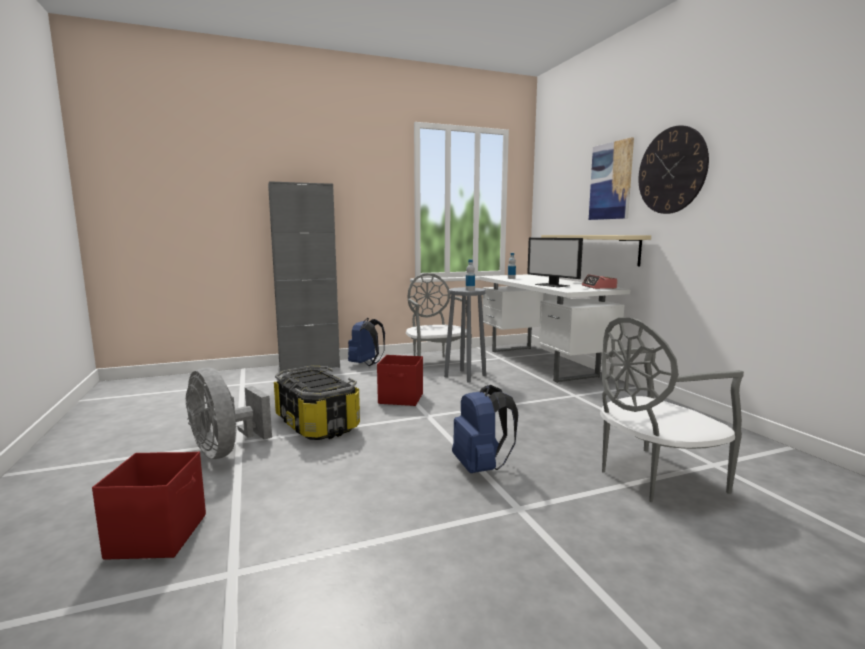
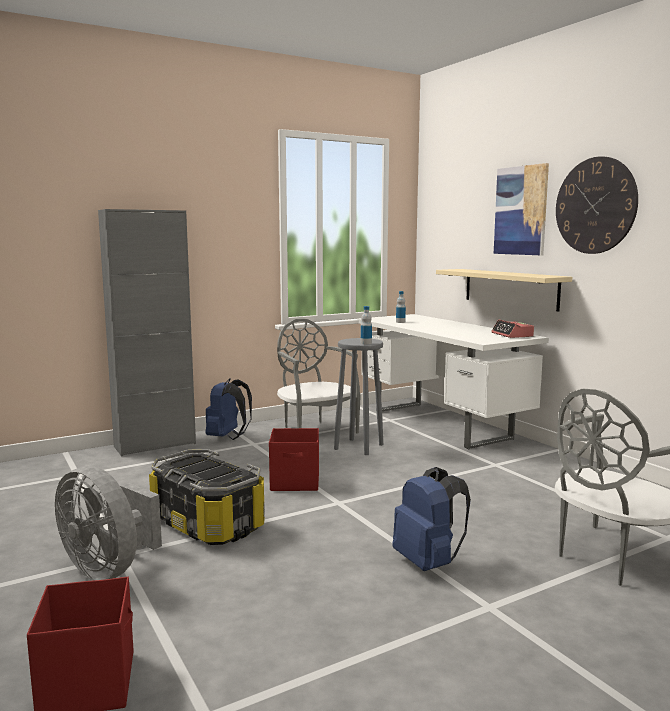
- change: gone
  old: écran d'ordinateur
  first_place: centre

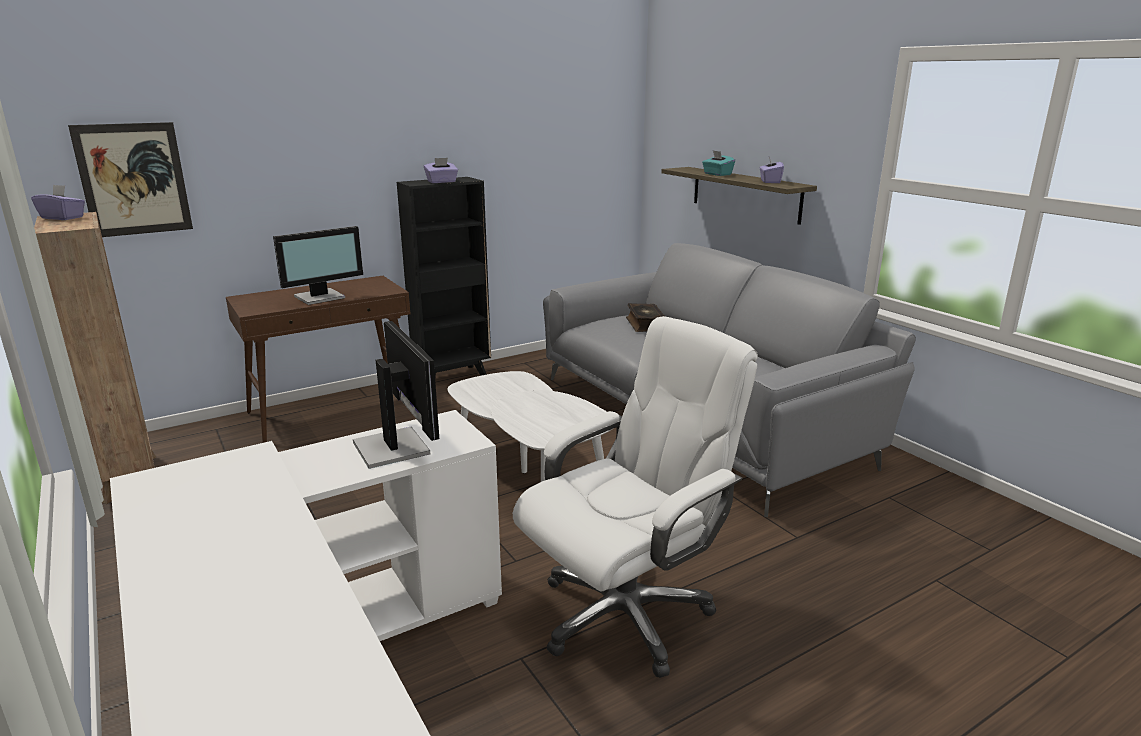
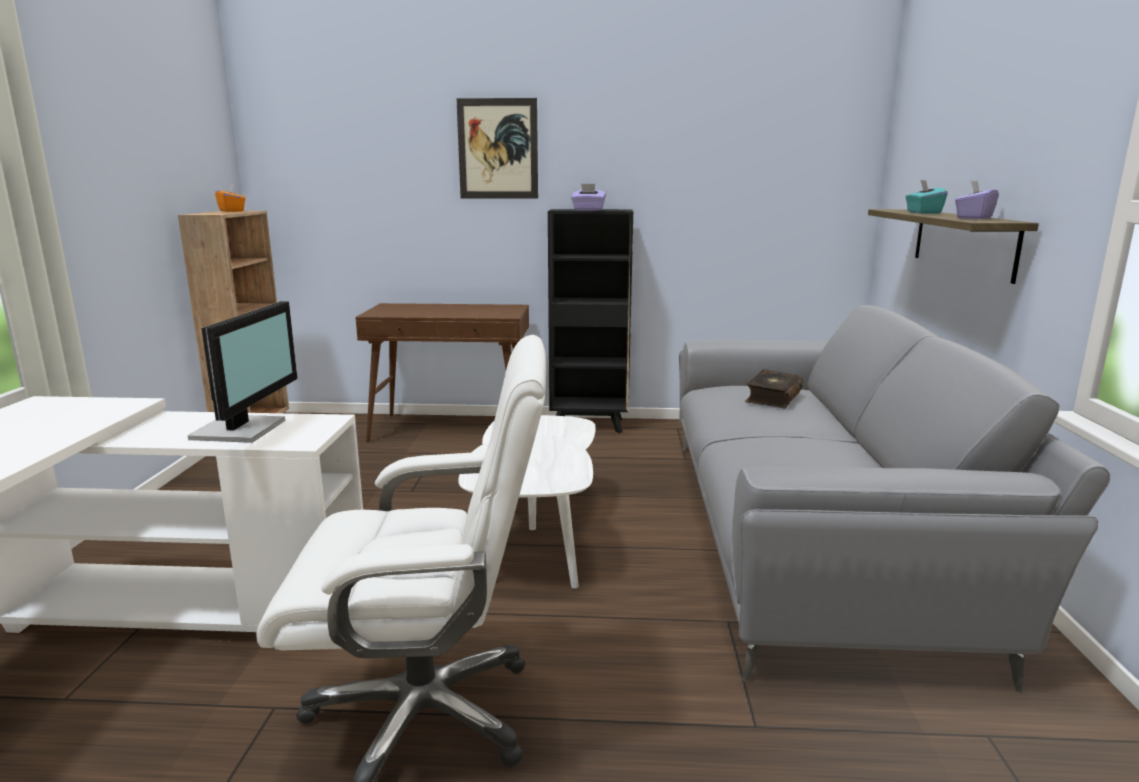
- change: shifted
  old: tableau
  first_place: top left
  second_place: top centre
- change: repainted
  old: boîte à mouchoirs (violet) (no. 1 from left)
  new: boîte à mouchoirs (orange)
  first_place: top left
  second_place: top left
- change: gone
  old: écran d'ordinateur (no. 1 from left)
  first_place: middle left

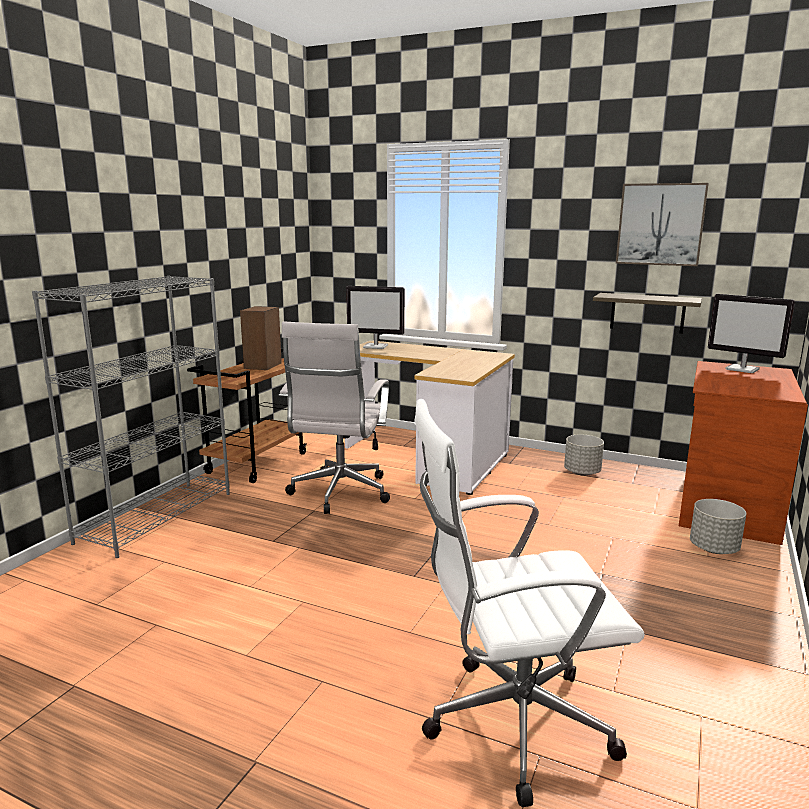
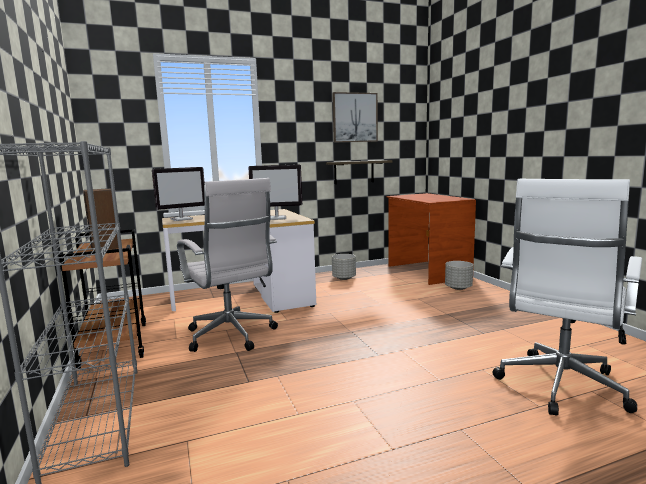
- change: shifted
  old: écran d'ordinateur (no. 2 from left)
  first_place: middle right
  second_place: centre

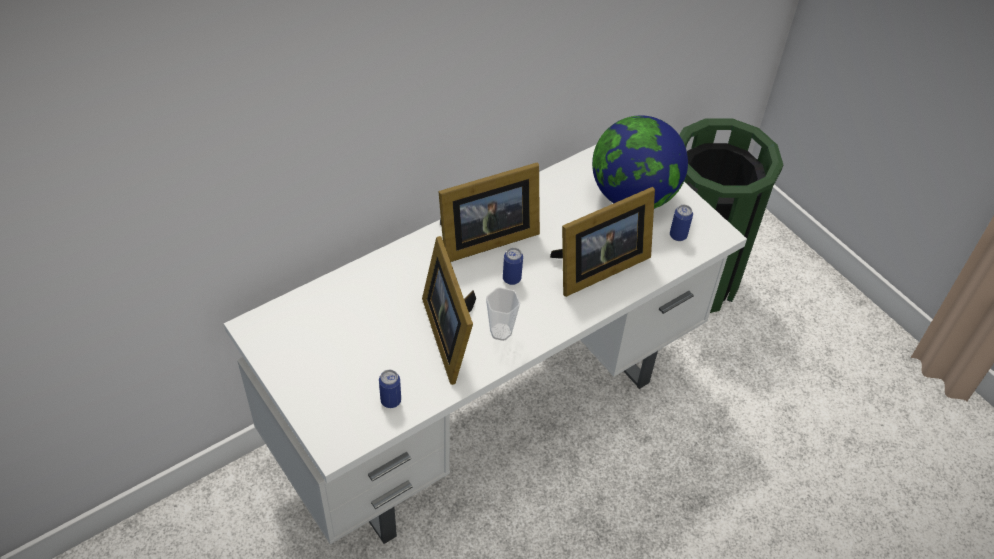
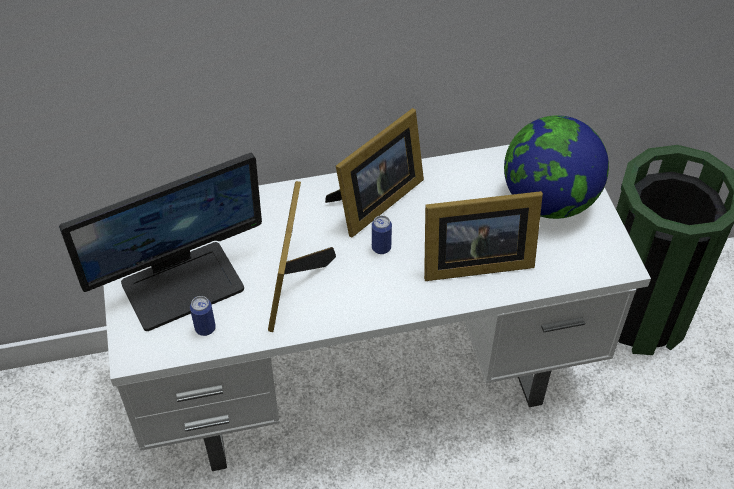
- change: rotated
  old: cadre photo (no. 2 from left)
  first_place: centre
  second_place: centre
  degrees: -45
- change: gone
  old: boîte métallique (no. 3 from left)
  first_place: middle right
- change: gone
  old: tasse
  first_place: centre
- change: new
  new: écran d'ordinateur
  second_place: middle left

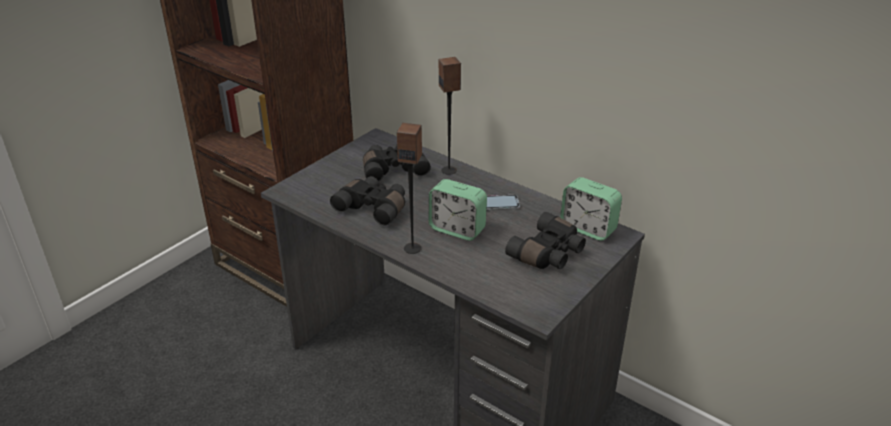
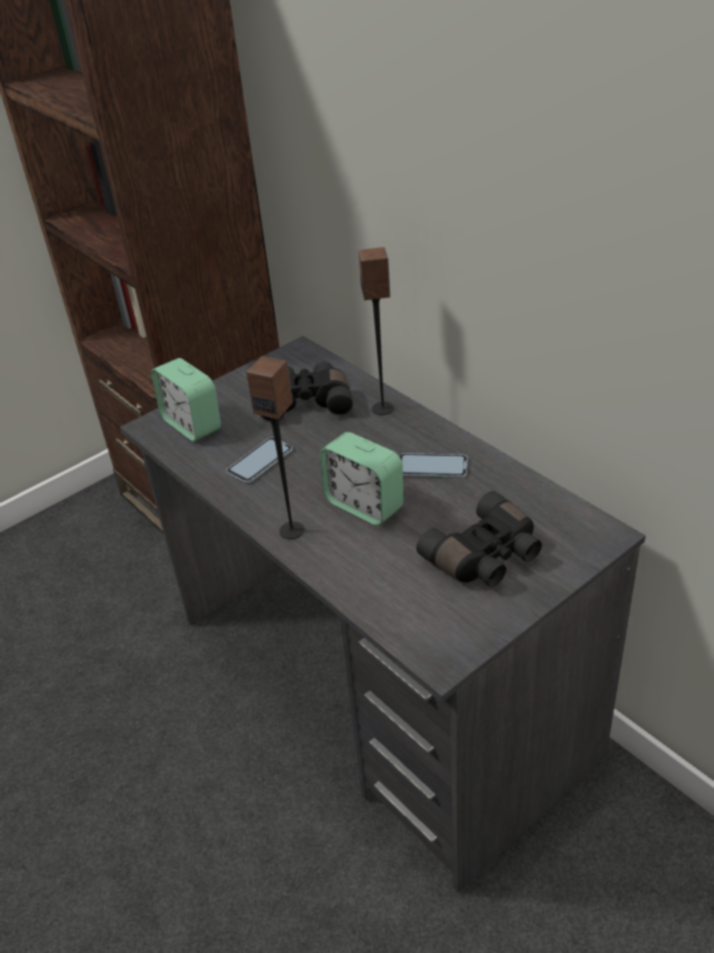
- change: swapped
  old: jumelles (noir) (no. 1 from left)
  new: téléphone (no. 1 from left)
  first_place: centre
  second_place: centre
- change: shifted
  old: réveil (no. 2 from left in the first image)
  new: réveil (no. 1 from left)
  first_place: centre
  second_place: middle left

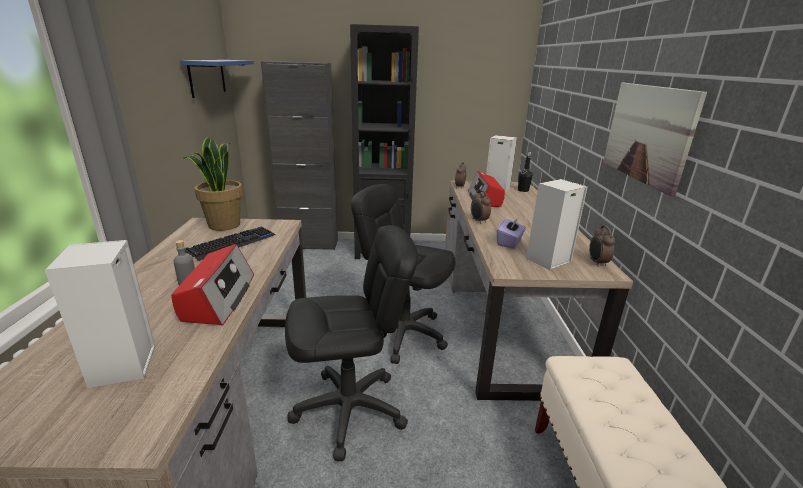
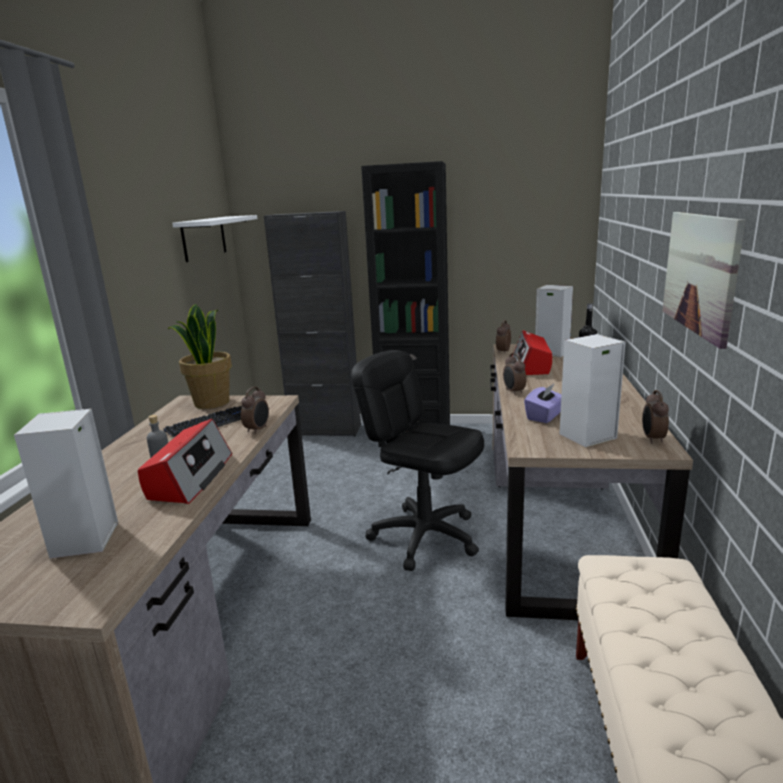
- change: repainted
  old: étagère (bleu)
  new: étagère (blanc)
  first_place: top left
  second_place: top left
- change: gone
  old: chaise de bureau (noir) (no. 1 from left)
  first_place: bottom centre
- change: new
  new: réveil (no. 1 from left)
  second_place: middle left

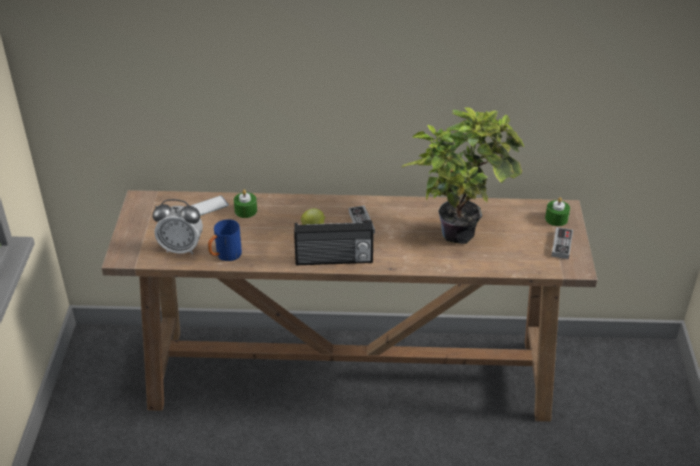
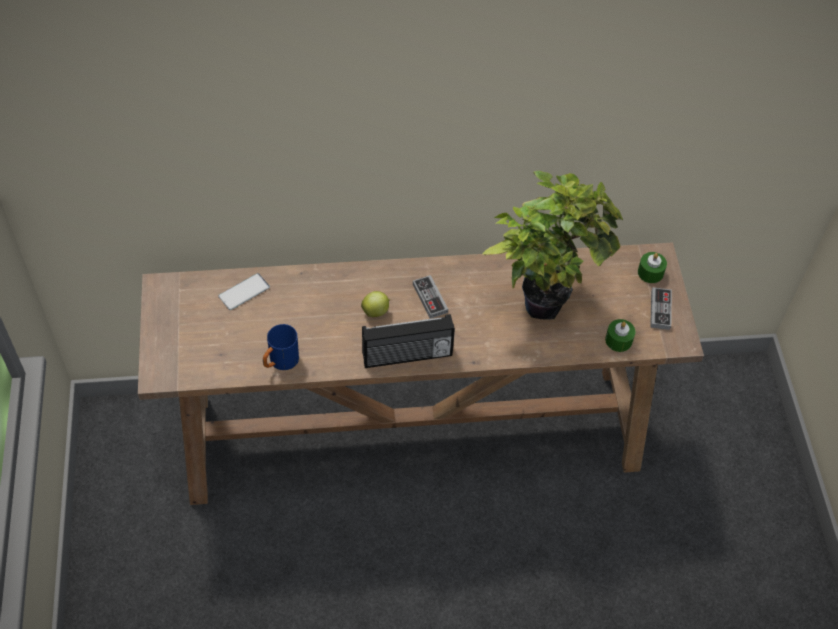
- change: shifted
  old: bougie (vert) (no. 1 from left)
  first_place: centre
  second_place: middle right
- change: gone
  old: réveil
  first_place: middle left

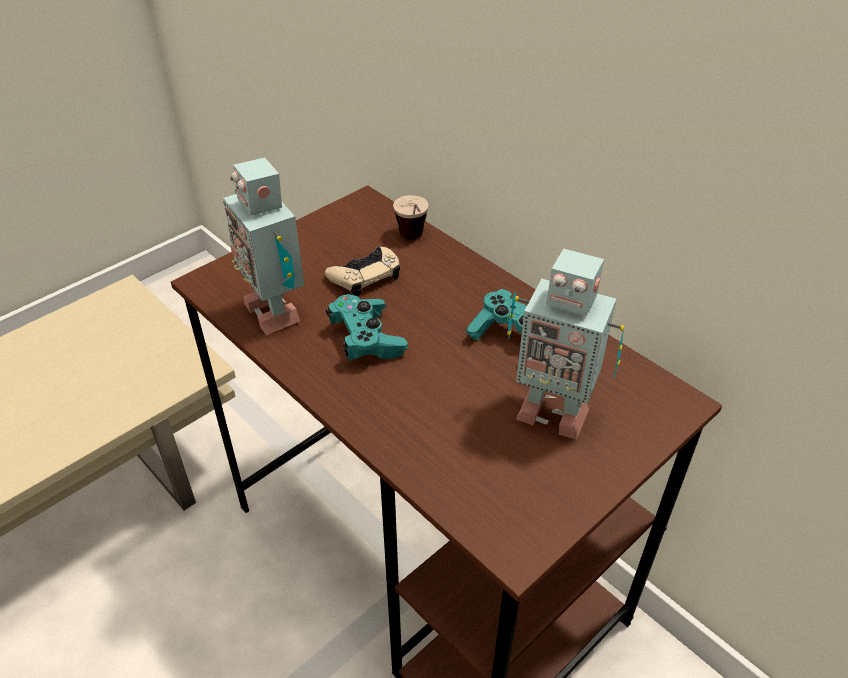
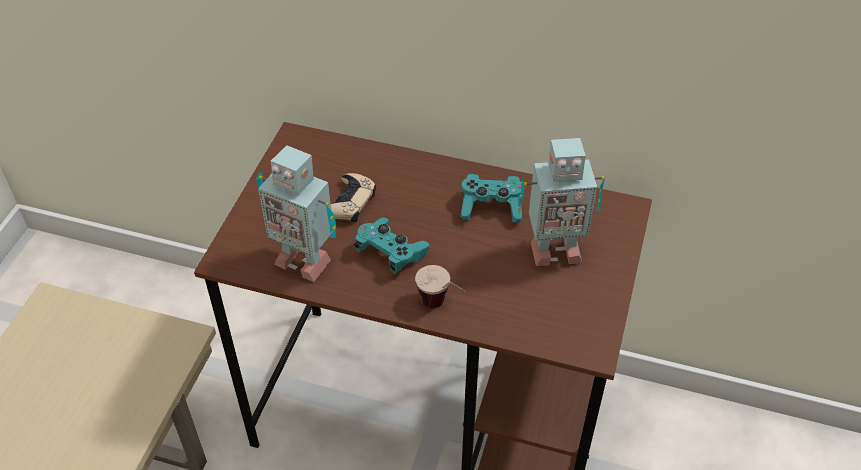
- change: shifted
  old: tasse
  first_place: top centre
  second_place: centre

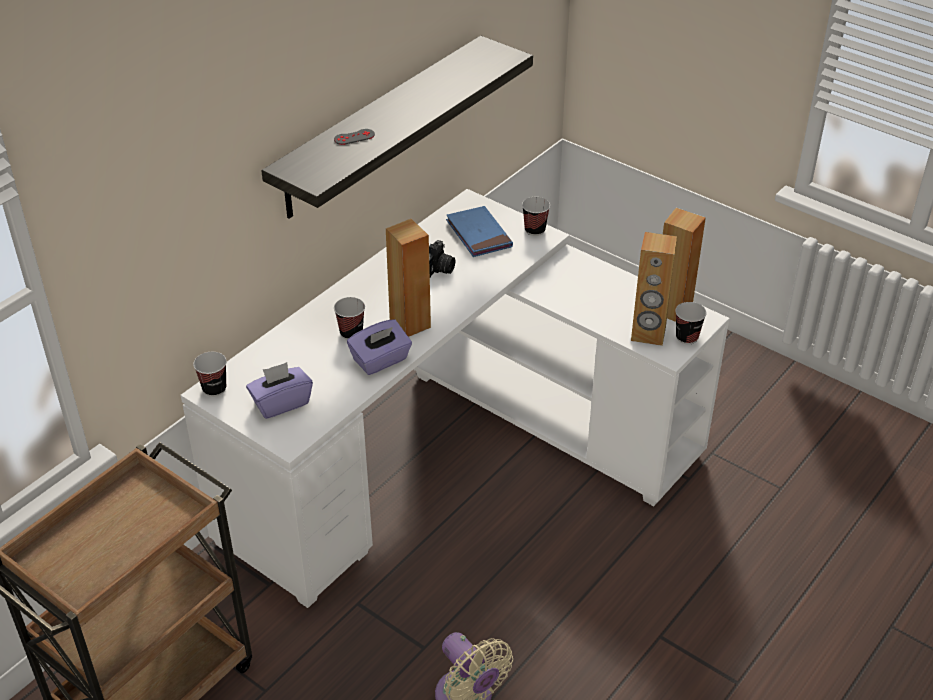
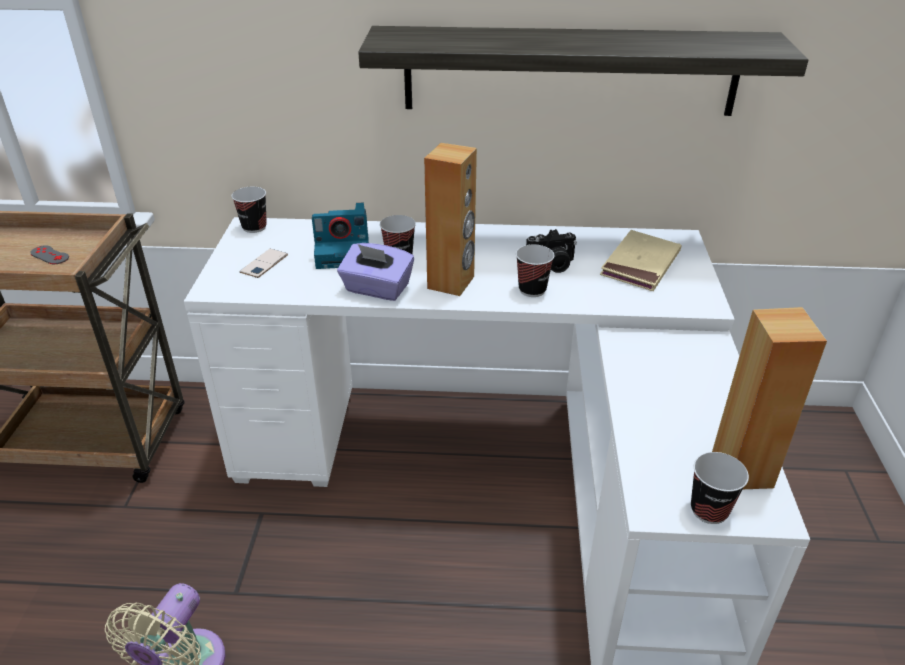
- change: shifted
  old: manette (gris)
  first_place: top centre
  second_place: middle left
- change: shifted
  old: tasse (no. 3 from left)
  first_place: top centre
  second_place: centre
- change: repainted
  old: livre (bleu)
  new: livre (beige)
  first_place: top centre
  second_place: middle right
- change: gone
  old: enceinte (marron) (no. 2 from left)
  first_place: middle right
- change: swapped
  old: boîte à mouchoirs (violet) (no. 1 from left)
  new: téléphone
  first_place: middle left
  second_place: middle left
- change: new
  new: appareil photo (no. 1 from left)
  second_place: centre

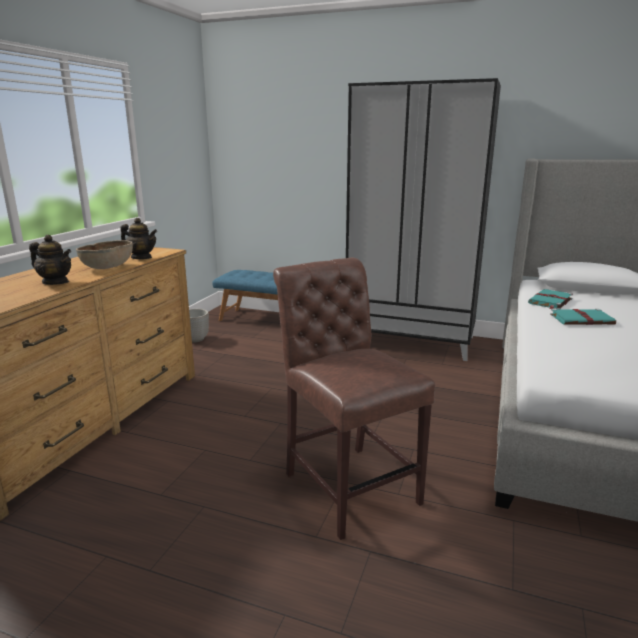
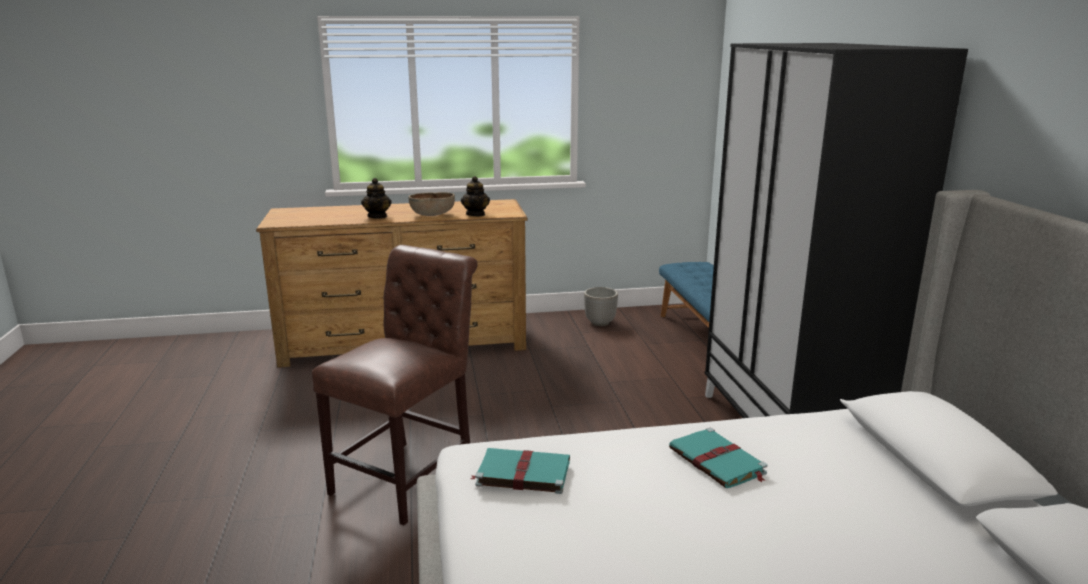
- change: shifted
  old: livre (turquoise) (no. 1 from left)
  first_place: middle right
  second_place: bottom centre

